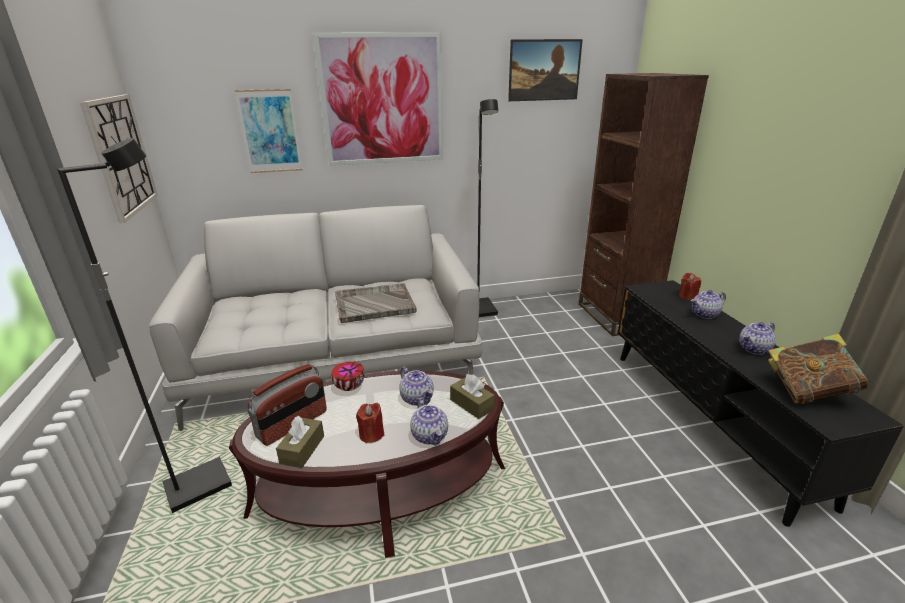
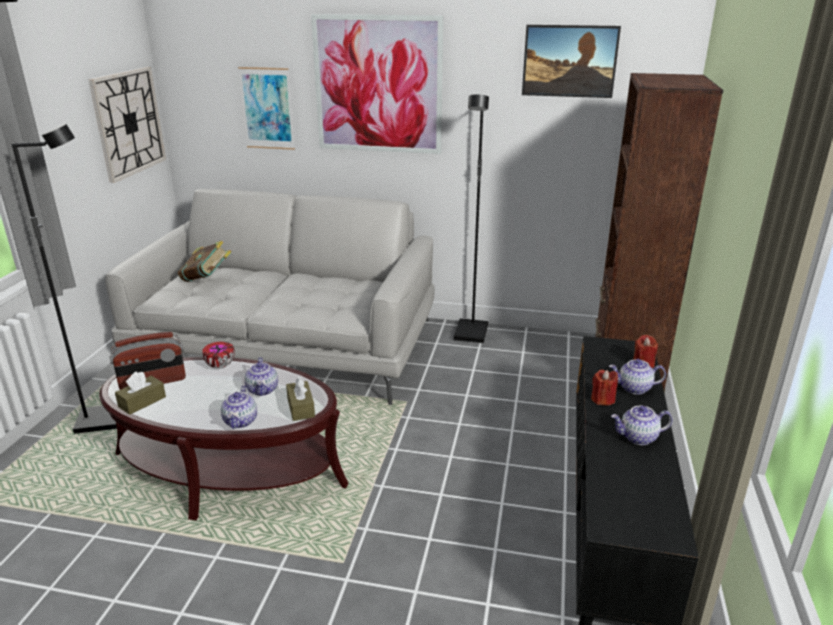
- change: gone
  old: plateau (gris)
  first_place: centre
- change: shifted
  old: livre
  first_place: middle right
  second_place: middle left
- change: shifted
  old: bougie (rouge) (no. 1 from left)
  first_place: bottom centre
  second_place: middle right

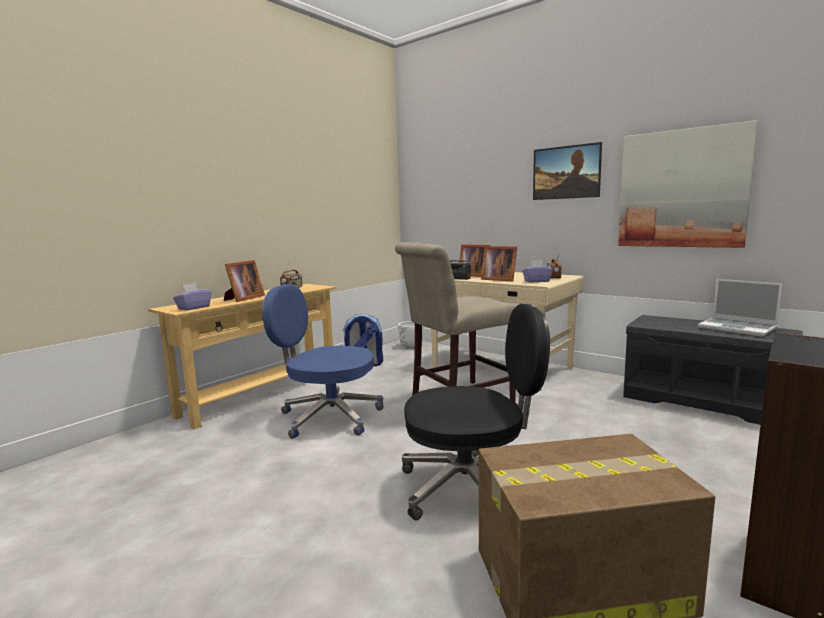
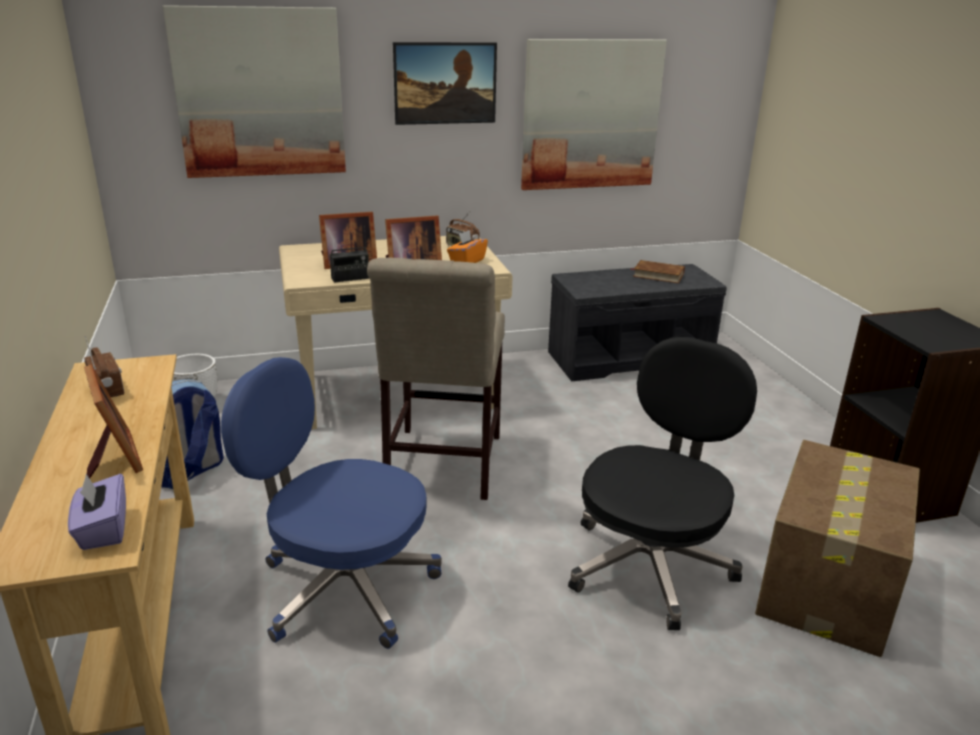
- change: repainted
  old: boîte à mouchoirs (violet) (no. 2 from left)
  new: boîte à mouchoirs (orange)
  first_place: centre
  second_place: centre
- change: swapped
  old: ordinateur portable
  new: livre (marron)
  first_place: middle right
  second_place: middle right
- change: rotated
  old: chaise de bureau (bleu)
  first_place: centre
  second_place: bottom centre
  degrees: 60
- change: new
  new: tableau (no. 1 from left)
  second_place: top left

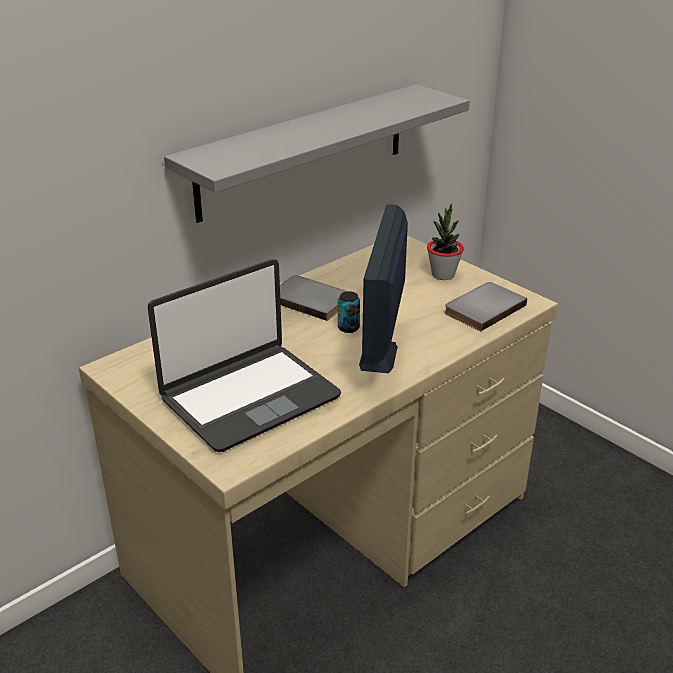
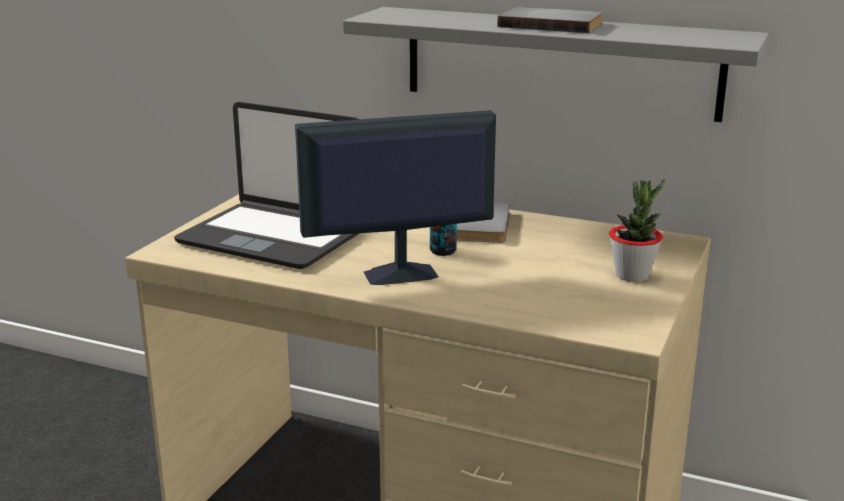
- change: shifted
  old: livre (gris) (no. 2 from left)
  first_place: middle right
  second_place: top centre

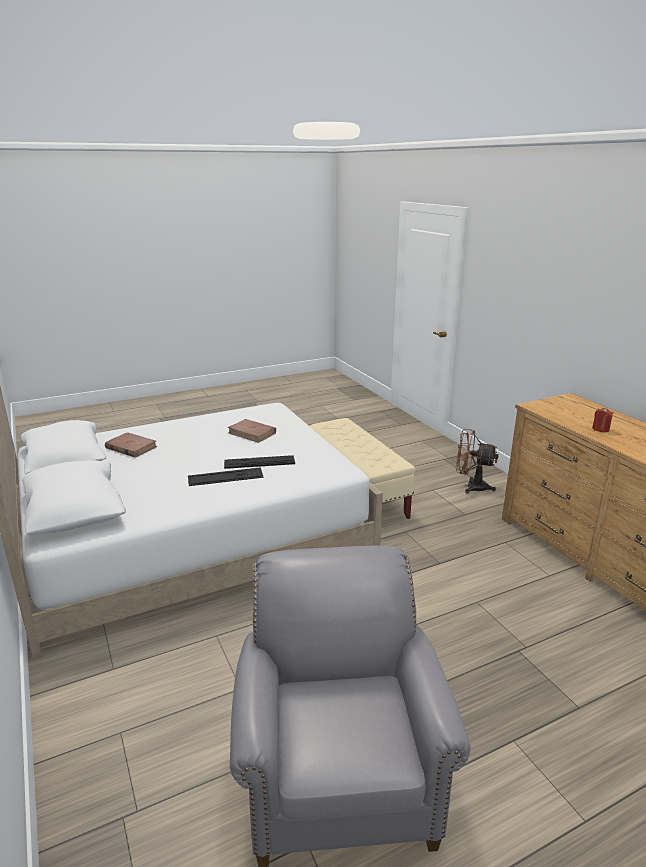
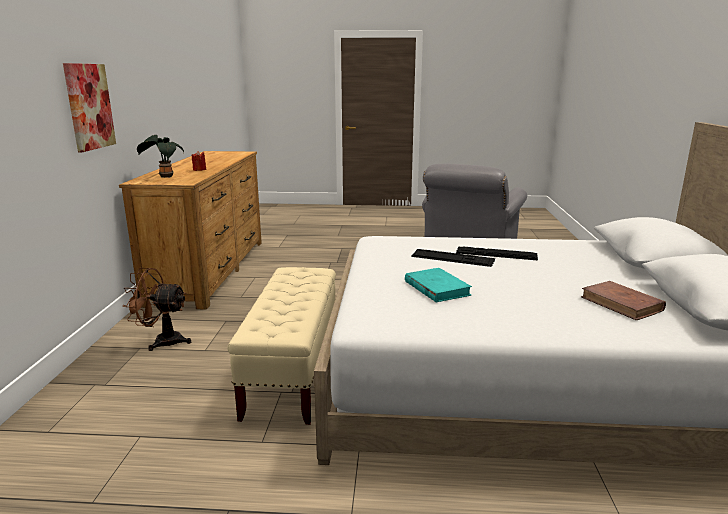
- change: repainted
  old: livre (marron) (no. 2 from left)
  new: livre (turquoise)
  first_place: centre
  second_place: centre
- change: rotated
  old: ventilateur (marron)
  first_place: middle right
  second_place: middle left
  degrees: 135
- change: new
  new: tableau
  second_place: top left
- change: new
  new: plante en pot
  second_place: top left

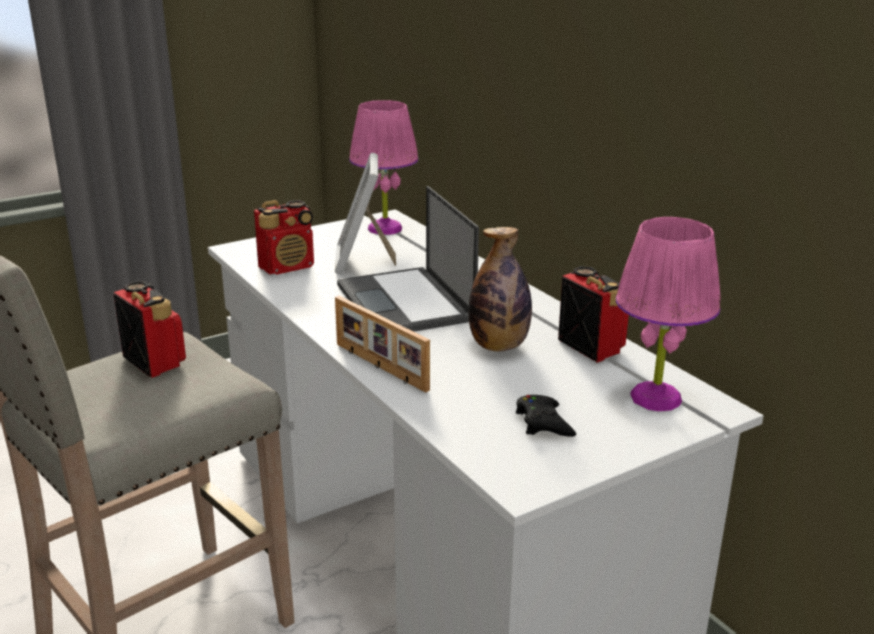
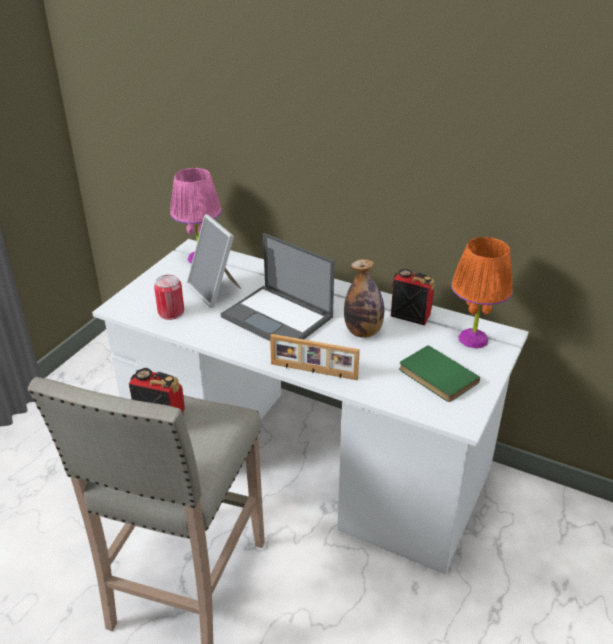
- change: swapped
  old: radio (no. 2 from left)
  new: boîte métallique
  first_place: middle left
  second_place: middle left
- change: repainted
  old: lampe de table (rose) (no. 2 from left)
  new: lampe de table (orange)
  first_place: middle right
  second_place: middle right
- change: swapped
  old: manette (noir)
  new: livre (vert)
  first_place: centre
  second_place: middle right

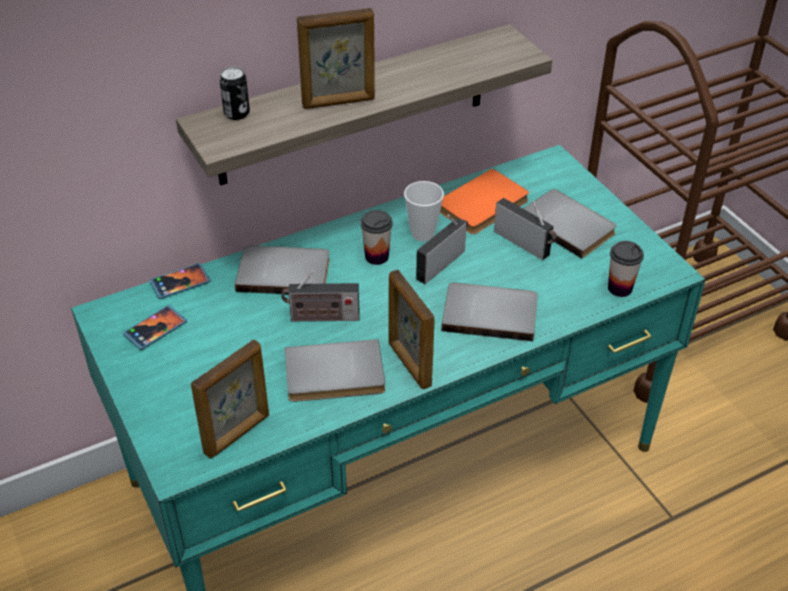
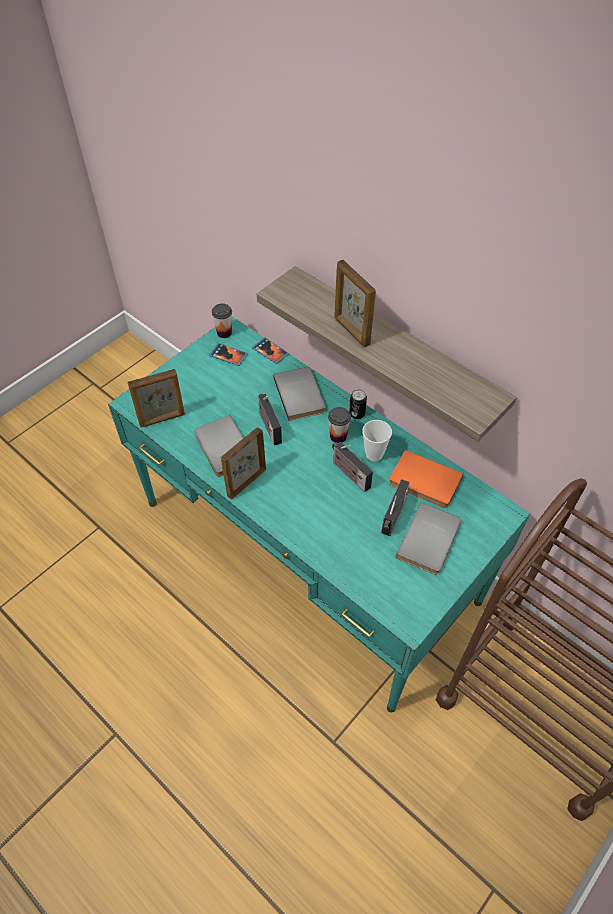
- change: shifted
  old: boîte métallique
  first_place: top left
  second_place: centre
- change: rotated
  old: radio (no. 2 from left)
  first_place: centre
  second_place: centre
  degrees: -150
- change: shifted
  old: tasse (no. 3 from left in the first image)
  new: tasse (no. 1 from left)
  first_place: middle right
  second_place: centre
- change: gone
  old: livre (gris) (no. 3 from left)
  first_place: centre
- change: rotated
  old: cadre photo (no. 1 from left)
  first_place: bottom left
  second_place: middle left
  degrees: -45

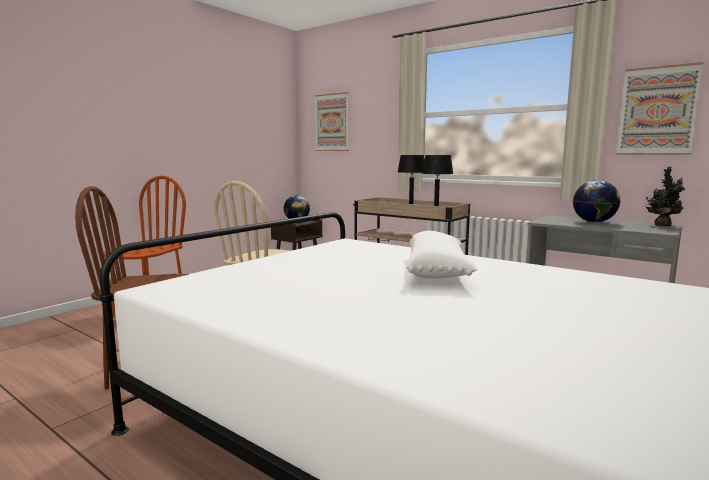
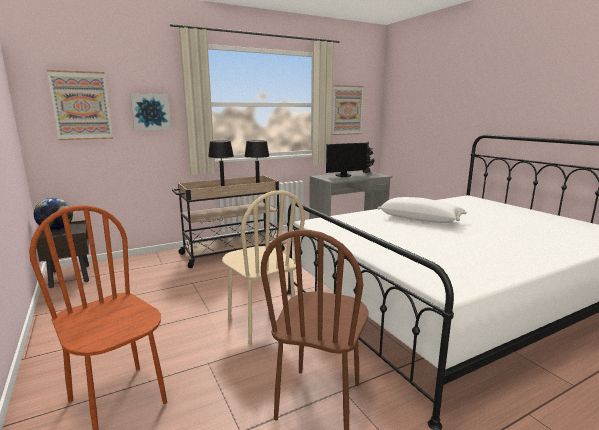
- change: swapped
  old: globe (no. 2 from left)
  new: écran d'ordinateur
  first_place: middle right
  second_place: centre
- change: new
  new: tableau (no. 2 from left)
  second_place: top left

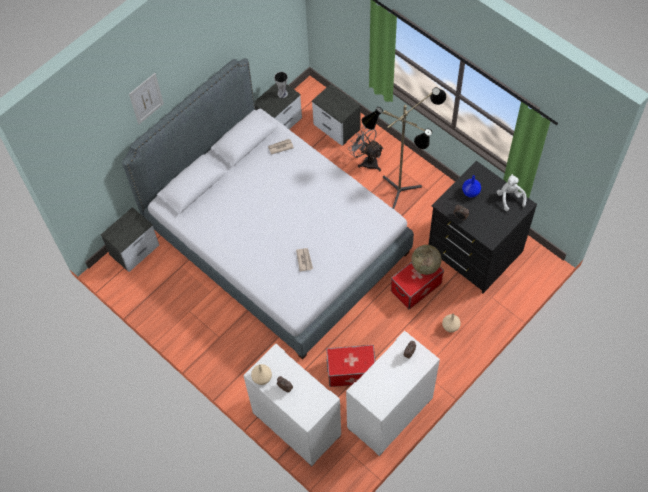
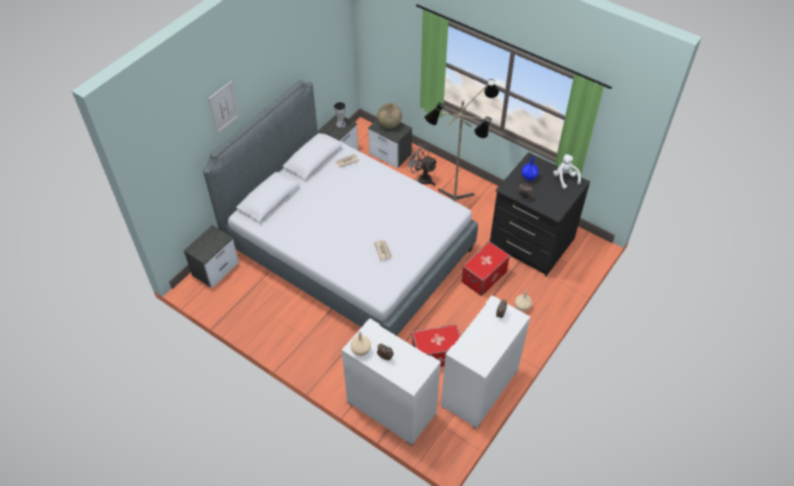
- change: shifted
  old: globe
  first_place: centre
  second_place: top centre

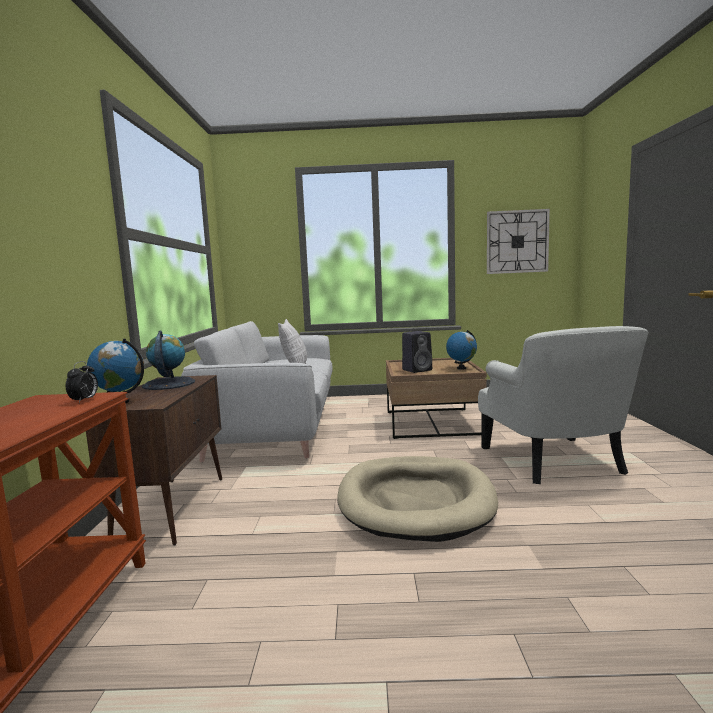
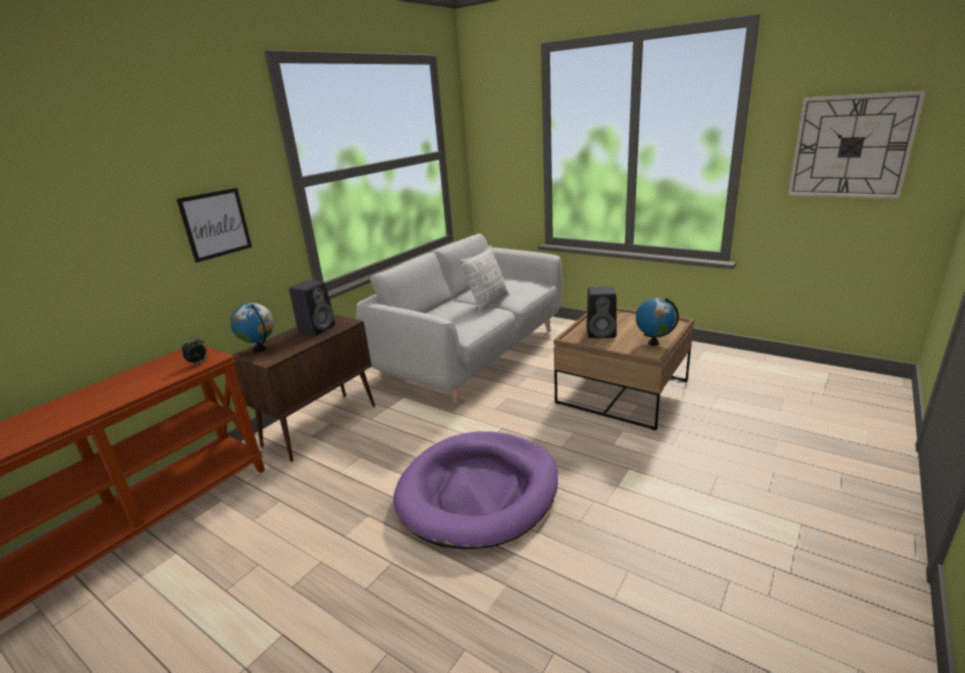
- change: gone
  old: fauteuil (blanc)
  first_place: middle right
- change: swapped
  old: globe (no. 2 from left)
  new: enceinte (noir) (no. 1 from left)
  first_place: middle left
  second_place: middle left
- change: repainted
  old: panier pour chien (beige)
  new: panier pour chien (violet)
  first_place: bottom centre
  second_place: bottom centre
- change: new
  new: tableau
  second_place: middle left

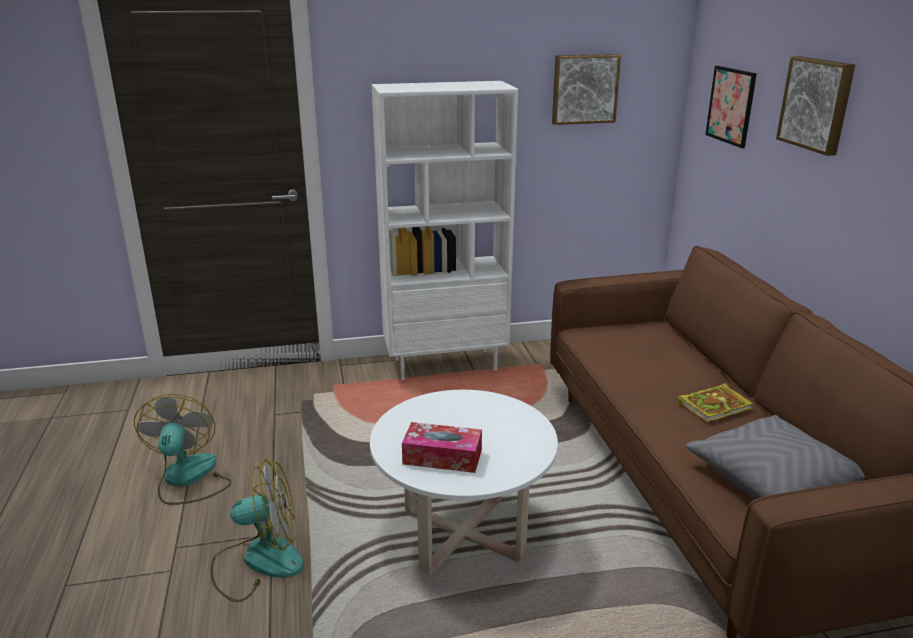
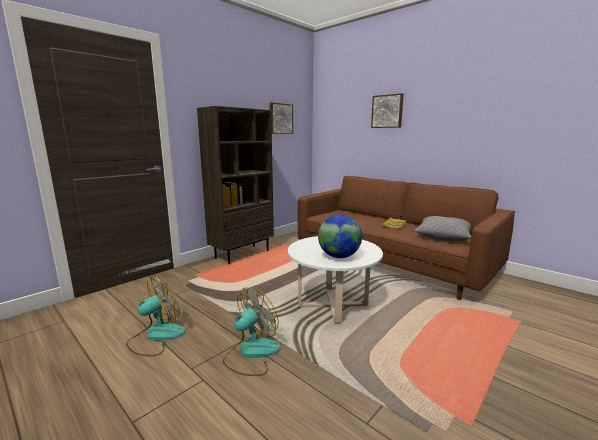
- change: gone
  old: tableau (no. 2 from left)
  first_place: top right
- change: repainted
  old: bibliothèque (blanc)
  new: bibliothèque (marron)
  first_place: centre
  second_place: centre
- change: rotated
  old: ventilateur (no. 1 from left)
  first_place: bottom left
  second_place: bottom left
  degrees: 90
- change: swapped
  old: boîte à mouchoirs
  new: globe
  first_place: bottom centre
  second_place: centre

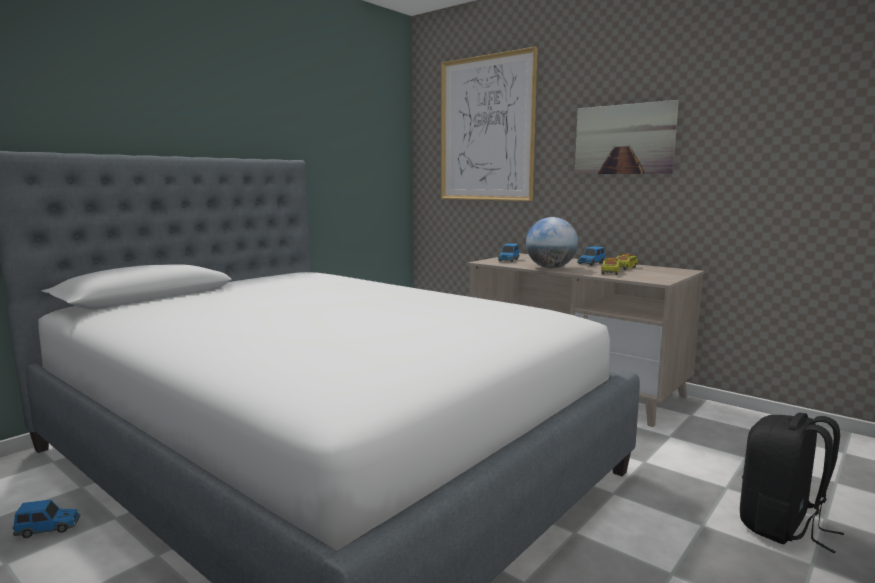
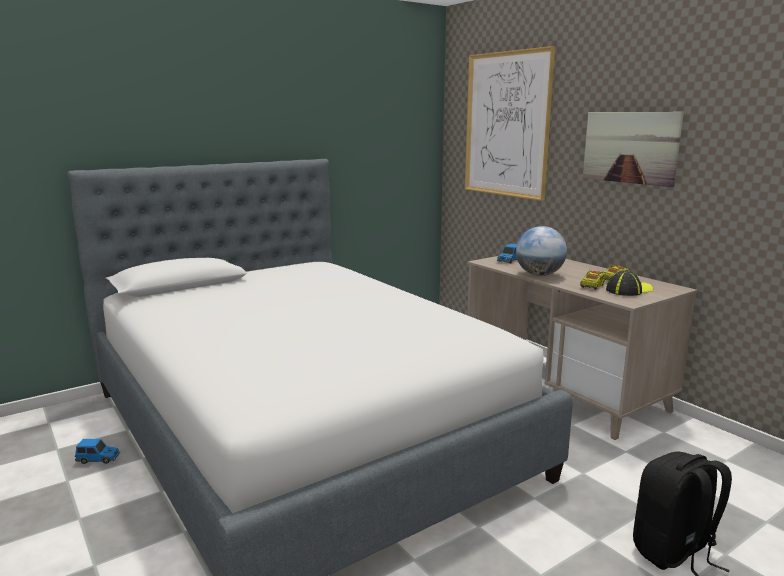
- change: gone
  old: petite voiture (no. 3 from left)
  first_place: middle right
- change: new
  new: casquette
  second_place: middle right

